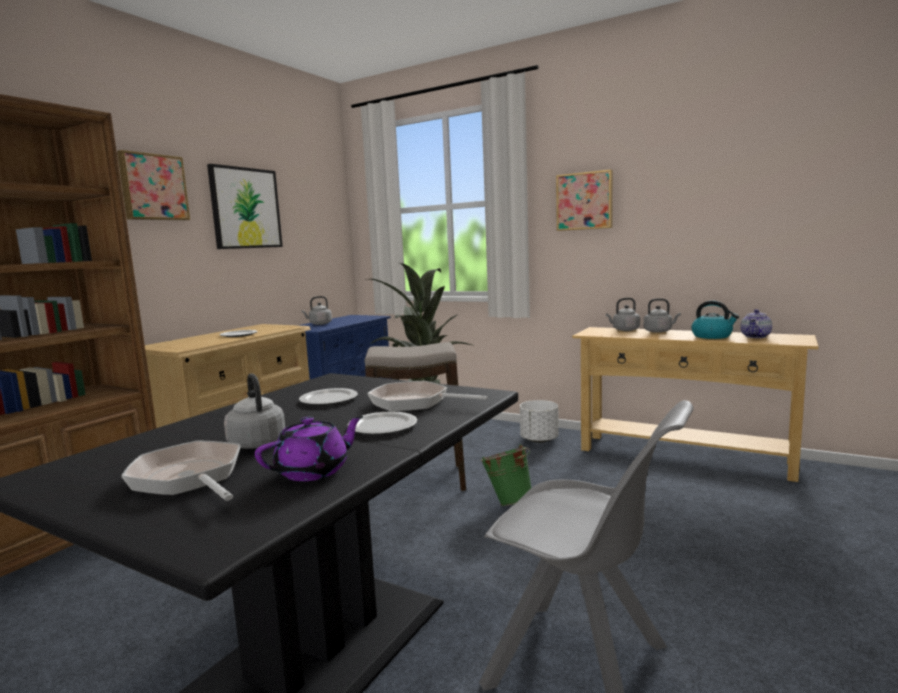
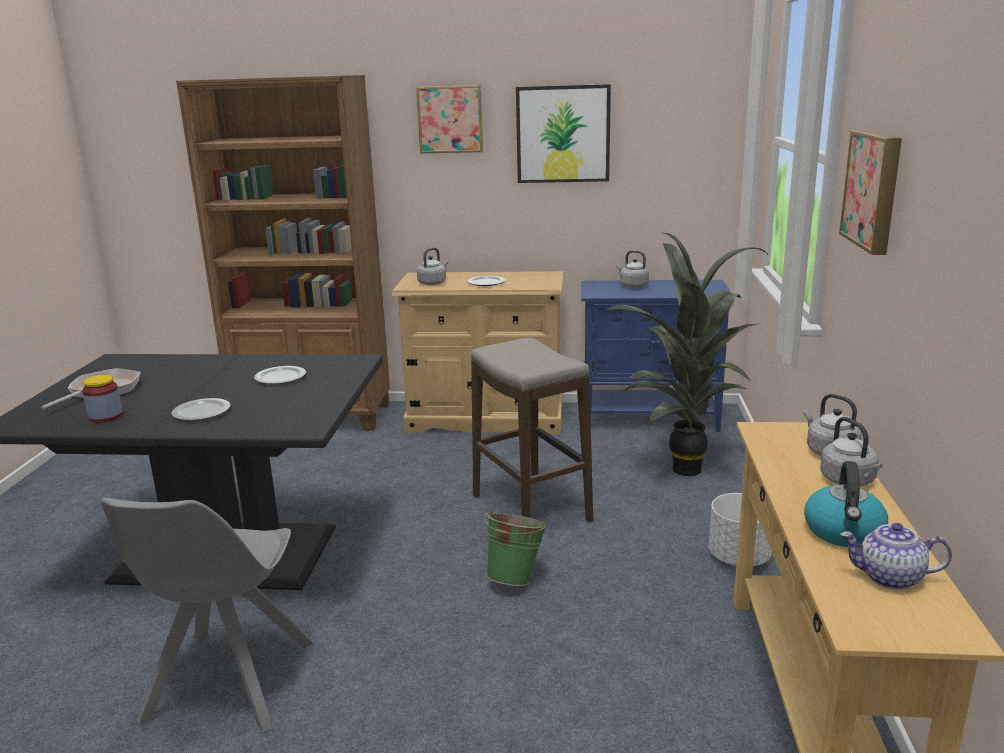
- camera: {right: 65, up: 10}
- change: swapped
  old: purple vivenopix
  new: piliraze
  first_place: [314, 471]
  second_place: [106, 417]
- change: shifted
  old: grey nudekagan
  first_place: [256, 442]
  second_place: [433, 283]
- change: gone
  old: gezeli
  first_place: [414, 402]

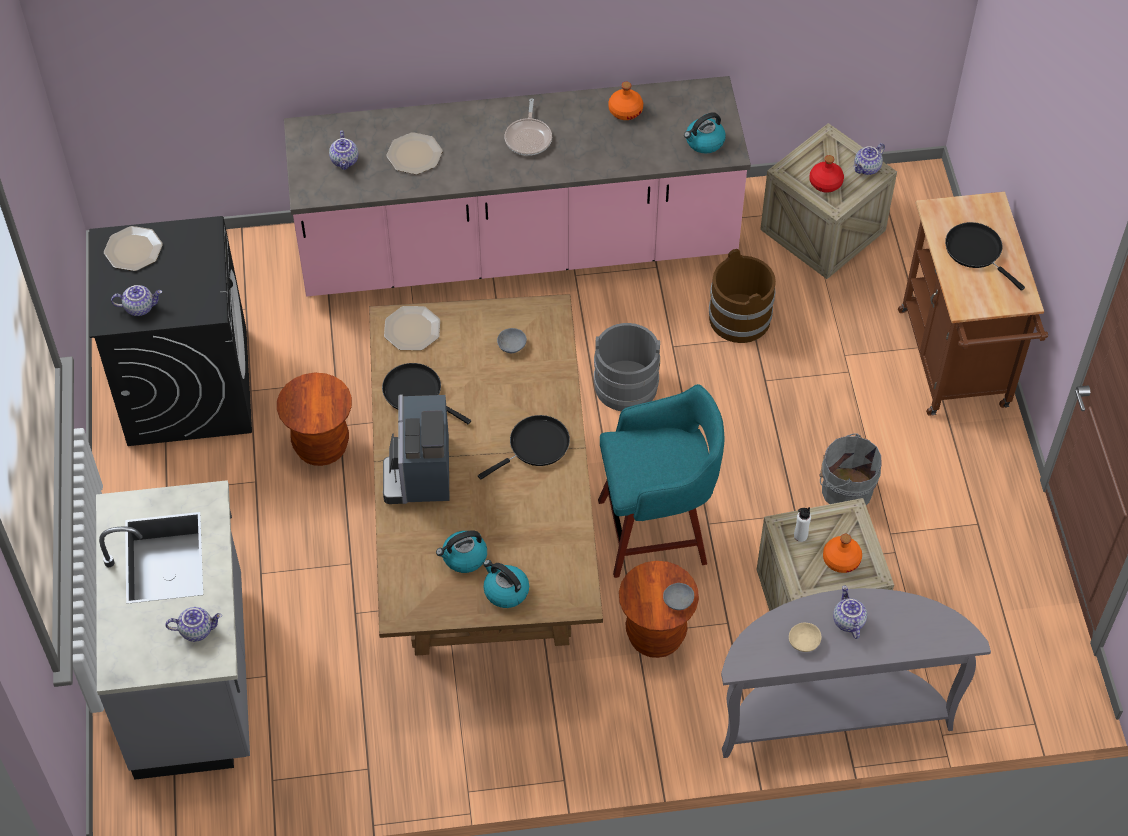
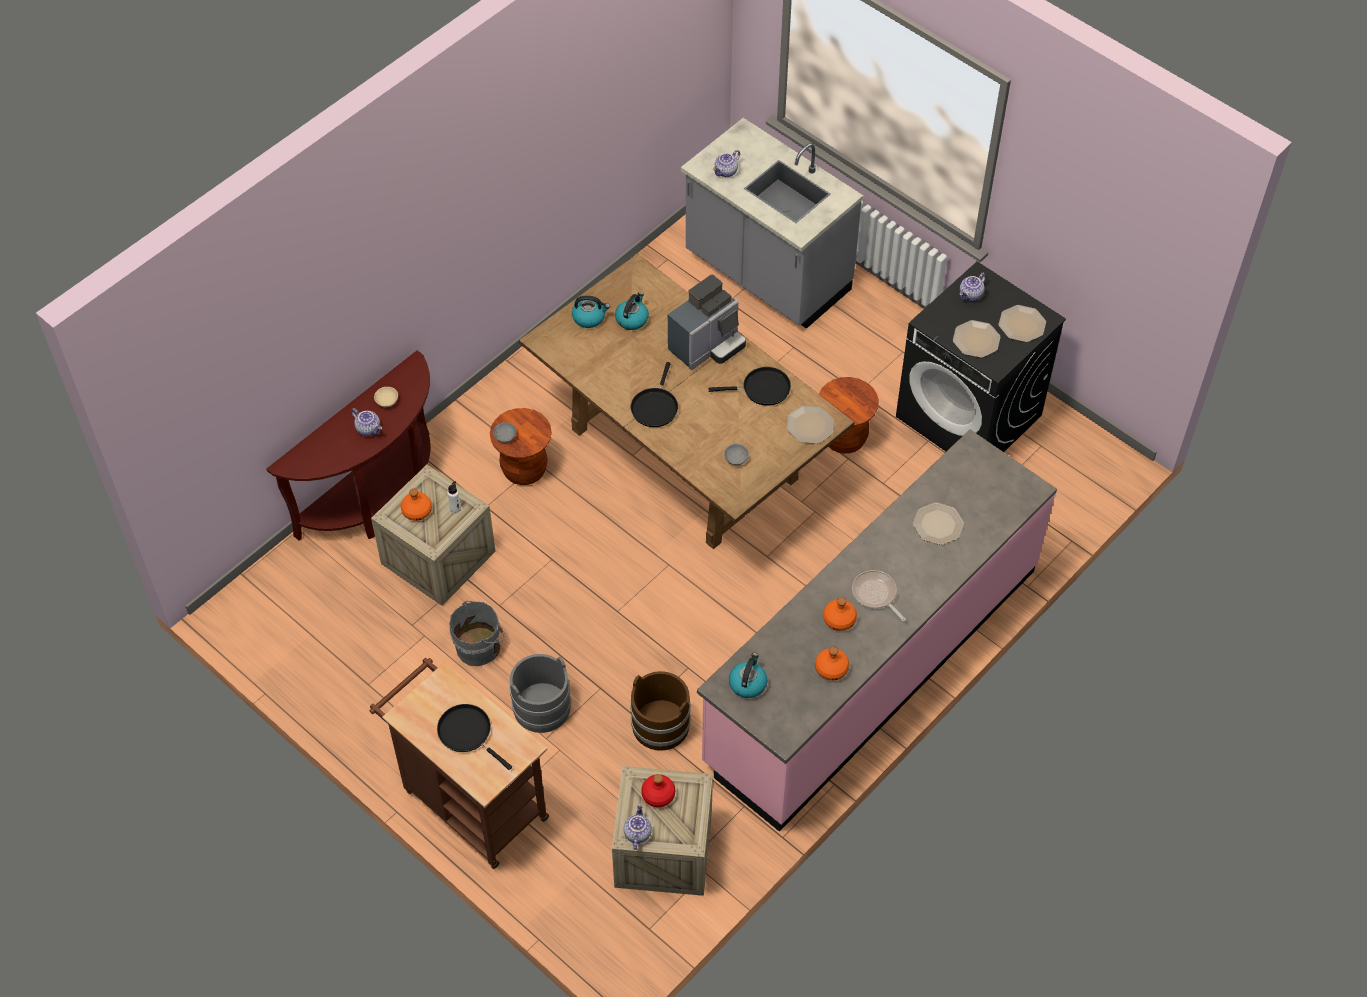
- camera: {right: 140, up: 0}
- change: repainted
  old: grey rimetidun
  new: brown rimetidun
  first_place: [832, 713]
  second_place: [377, 497]
- change: rotated
  old: black gezeli
  first_place: [976, 251]
  second_place: [467, 733]
  degrees: -150
- change: shifted
  old: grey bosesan
  first_place: [625, 386]
  second_place: [542, 707]
- change: rotated
  old: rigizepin
  first_place: [420, 473]
  second_place: [707, 346]
  degrees: 90
- change: new
  new: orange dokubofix
  second_place: [839, 620]
- change: new
  new: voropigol
  second_place: [975, 339]
- change: gone
  old: vivenopix
  first_place: [345, 161]
- change: gone
  old: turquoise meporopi
  first_place: [656, 531]

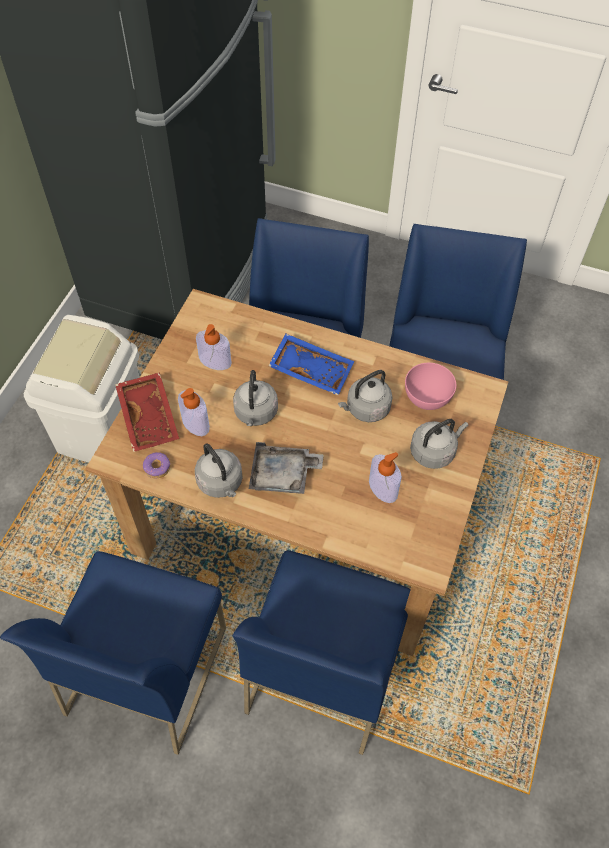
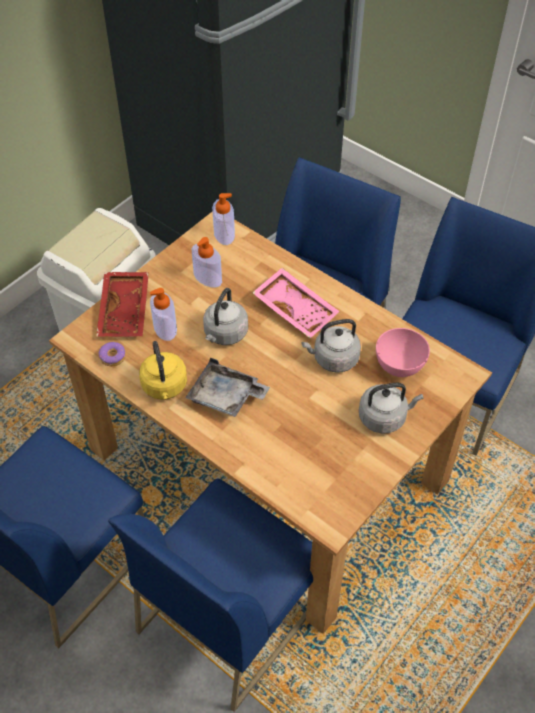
- camera: {right: 20, up: -5}
- change: repainted
  old: grey nudekagan
  new: yellow nudekagan
  first_place: [221, 483]
  second_place: [165, 387]
- change: shifted
  old: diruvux
  first_place: [383, 488]
  second_place: [224, 234]
- change: repainted
  old: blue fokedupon
  new: pink fokedupon
  first_place: [312, 369]
  second_place: [296, 309]

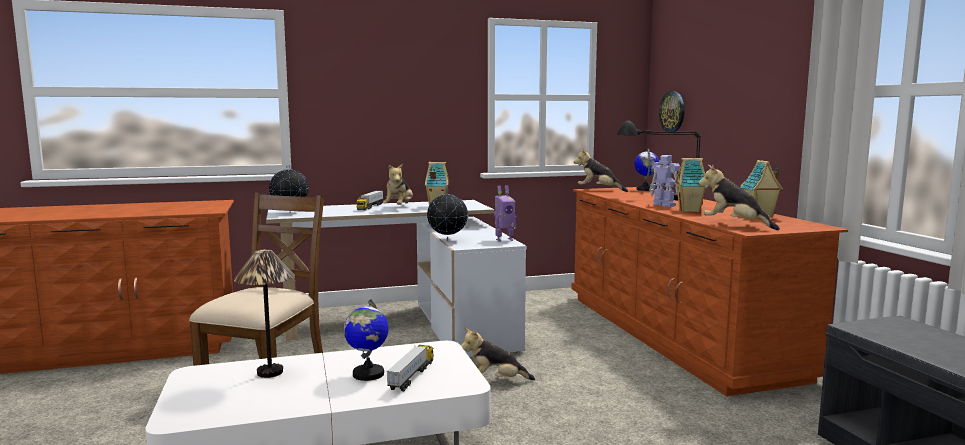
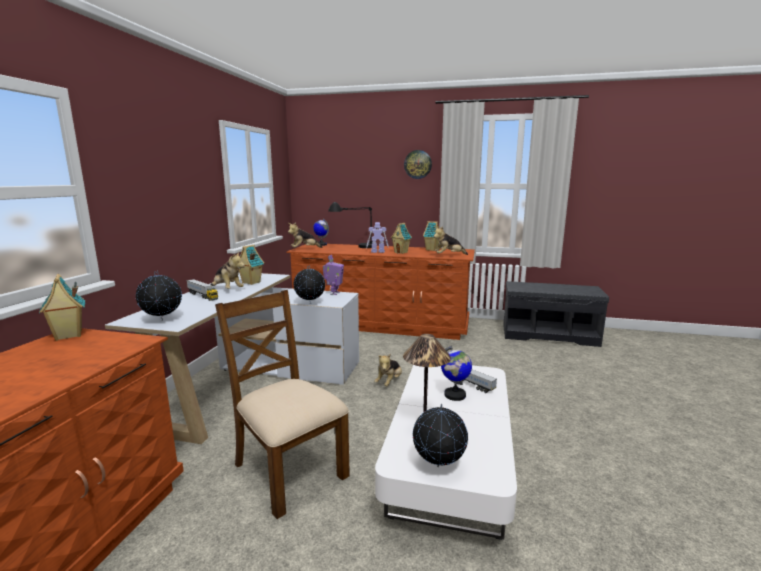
- camera: {right: -60, up: 5}
- change: new
  new: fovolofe
  second_place: [68, 336]
- change: shifted
  old: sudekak
  first_place: [672, 112]
  second_place: [418, 164]
- change: new
  new: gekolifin
  second_place: [439, 466]

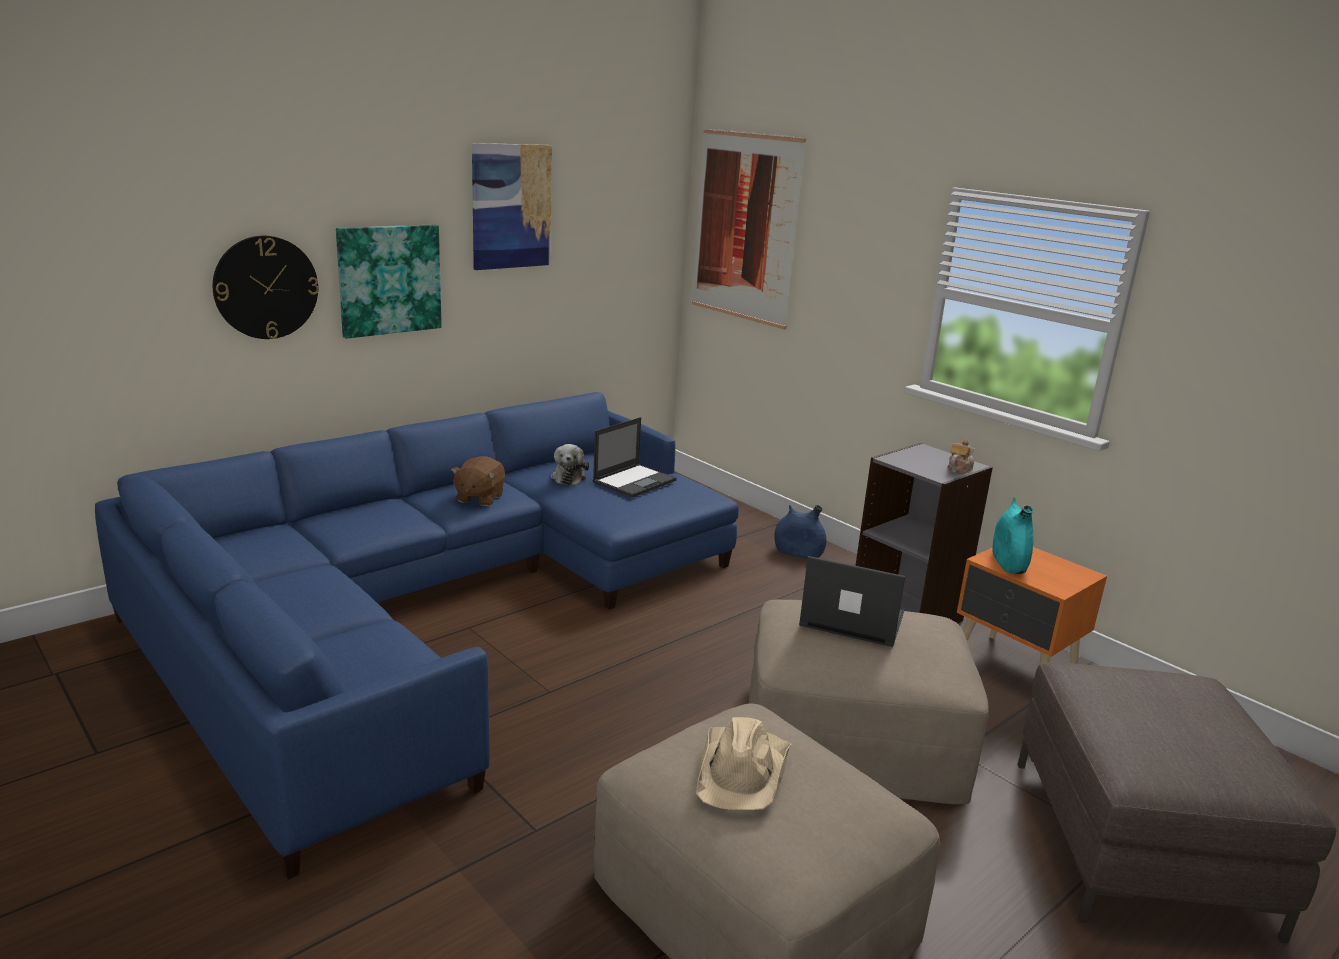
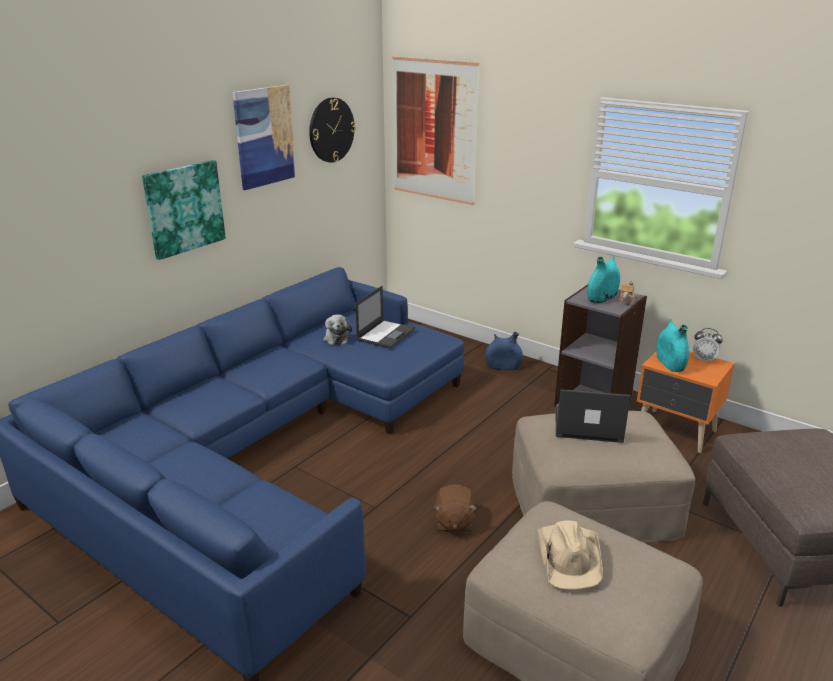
- camera: {right: -10, up: 5}
- change: shifted
  old: sudekak
  first_place: [266, 287]
  second_place: [331, 130]
- change: shifted
  old: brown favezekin
  first_place: [479, 498]
  second_place: [453, 522]
- change: new
  new: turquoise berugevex
  second_place: [602, 298]
- change: new
  new: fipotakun
  second_place: [704, 360]

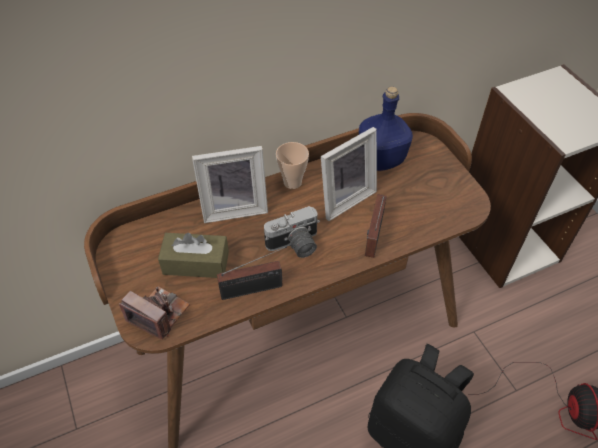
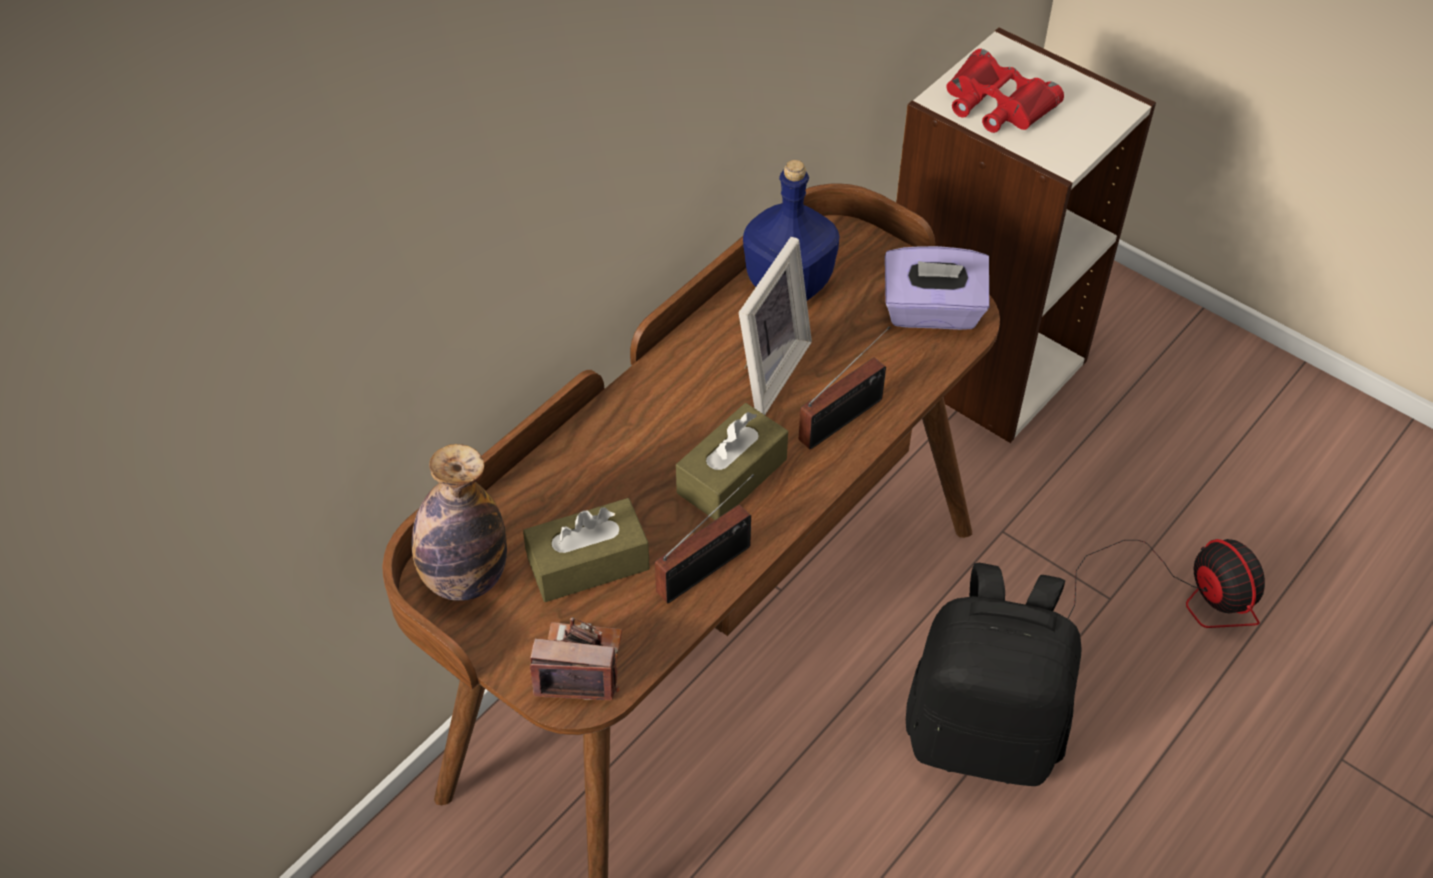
- camera: {right: -25, up: 0}
- change: new
  new: dokubofix
  second_place: [465, 578]
- change: swapped
  old: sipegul
  new: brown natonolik
  first_place: [295, 246]
  second_place: [732, 476]
- change: rotated
  old: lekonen
  first_place: [373, 237]
  second_place: [845, 417]
  degrees: -120
- change: new
  new: purple natonolik
  second_place: [932, 312]
- change: new
  new: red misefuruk
  second_place: [996, 104]
- change: gone
  old: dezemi
  first_place: [234, 207]
- change: gone
  old: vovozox
  first_place: [292, 182]

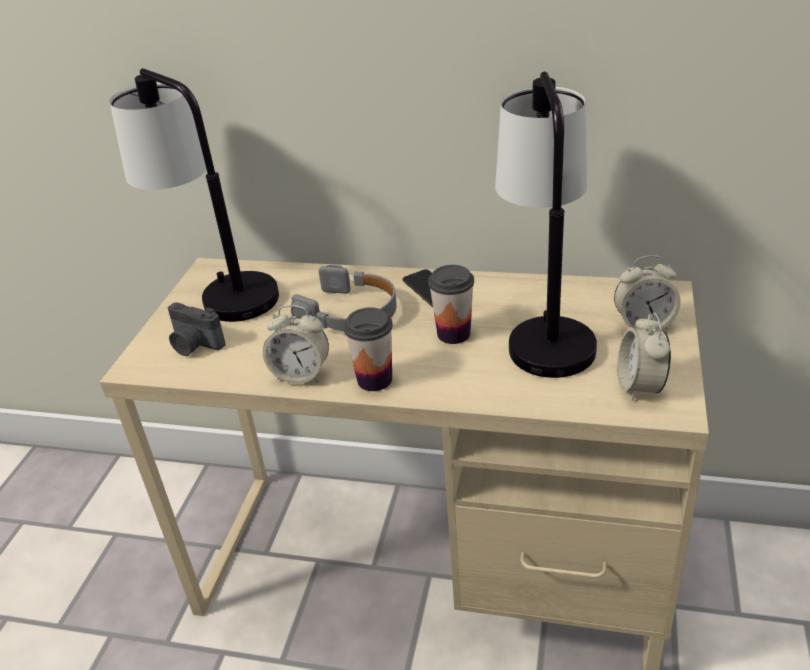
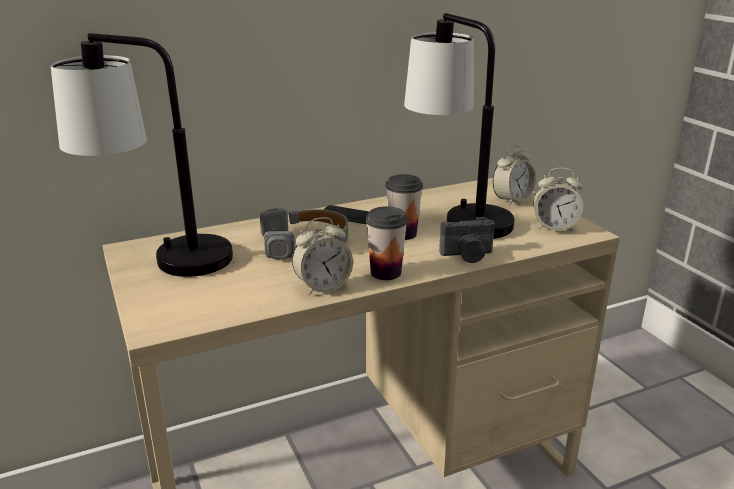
- camera: {right: -40, up: -10}
- change: shifted
  old: sipegul
  first_place: [194, 345]
  second_place: [467, 255]
- change: rotated
  old: fipotakun
  first_place: [640, 386]
  second_place: [554, 227]
  degrees: -45

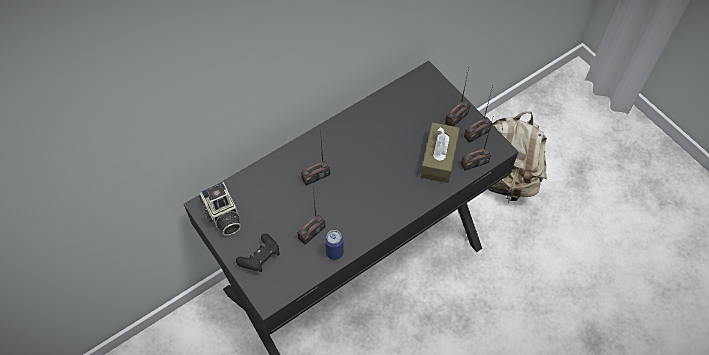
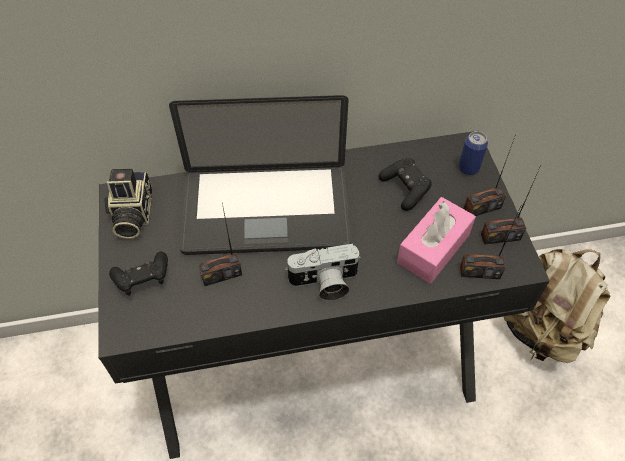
- camera: {right: 25, up: -5}
- change: swapped
  old: lekonen
  new: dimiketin
  first_place: [316, 176]
  second_place: [266, 211]
- change: new
  new: sipegul
  second_place: [324, 283]
- change: new
  new: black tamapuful
  second_place: [405, 189]
- change: repainted
  old: brown natonolik
  new: pink natonolik
  first_place: [439, 158]
  second_place: [433, 248]
- change: shifted
  old: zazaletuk
  first_place: [334, 252]
  second_place: [468, 168]

